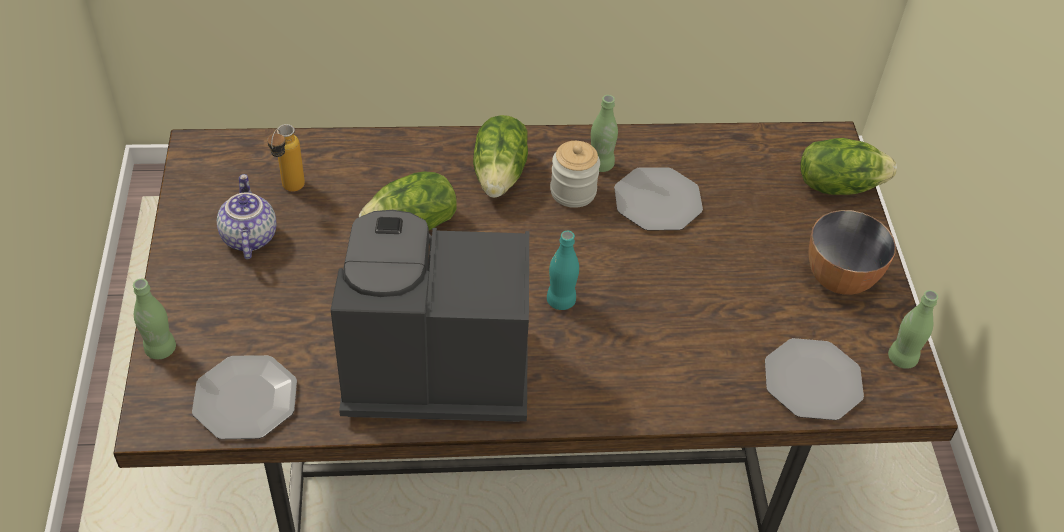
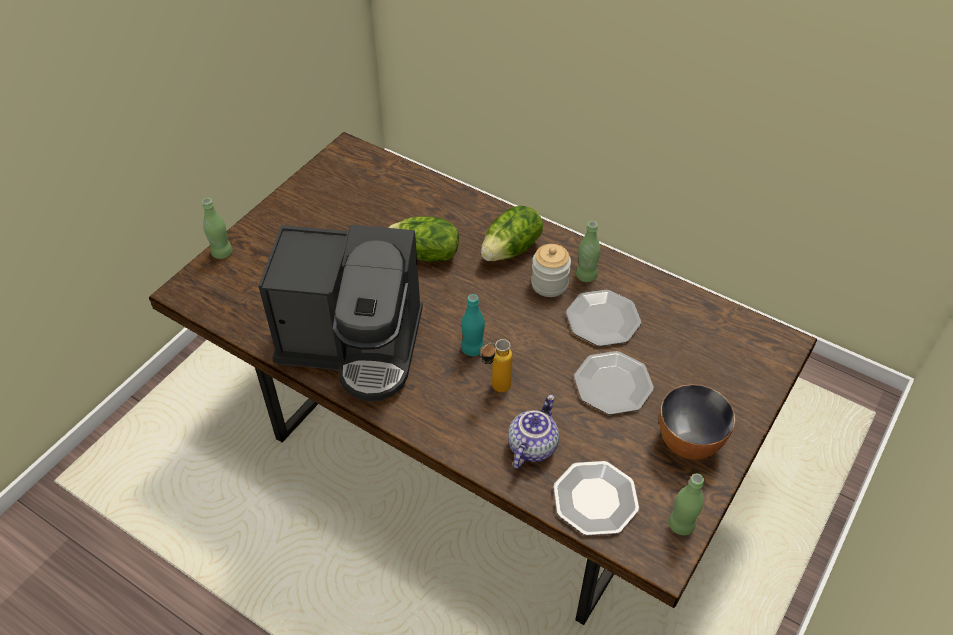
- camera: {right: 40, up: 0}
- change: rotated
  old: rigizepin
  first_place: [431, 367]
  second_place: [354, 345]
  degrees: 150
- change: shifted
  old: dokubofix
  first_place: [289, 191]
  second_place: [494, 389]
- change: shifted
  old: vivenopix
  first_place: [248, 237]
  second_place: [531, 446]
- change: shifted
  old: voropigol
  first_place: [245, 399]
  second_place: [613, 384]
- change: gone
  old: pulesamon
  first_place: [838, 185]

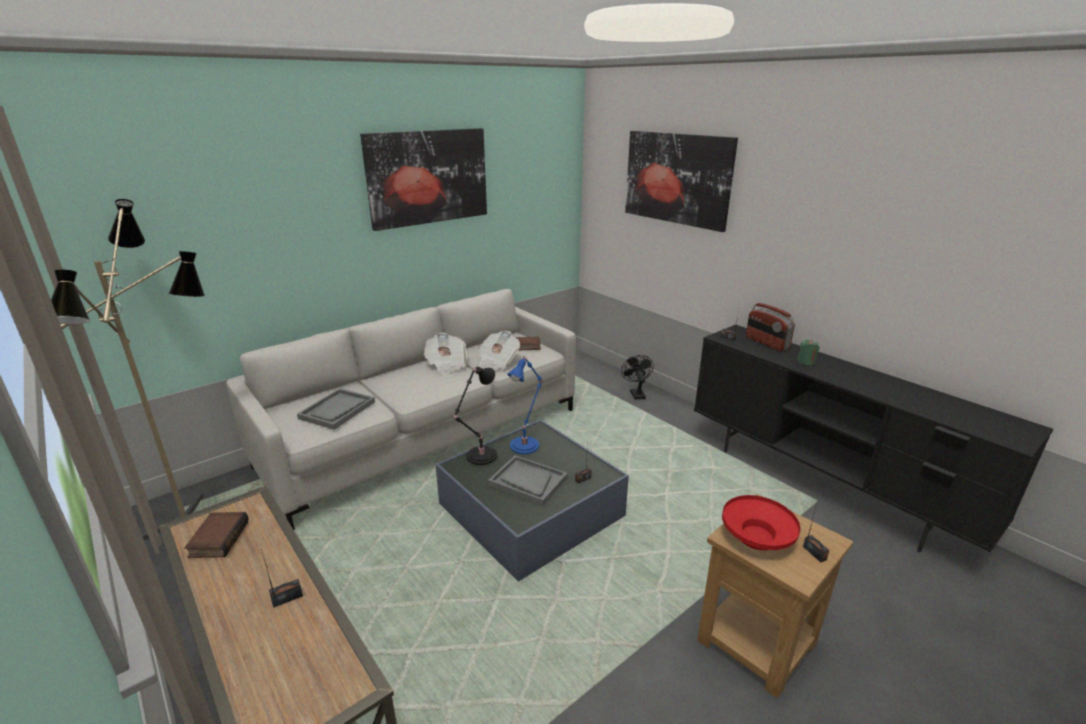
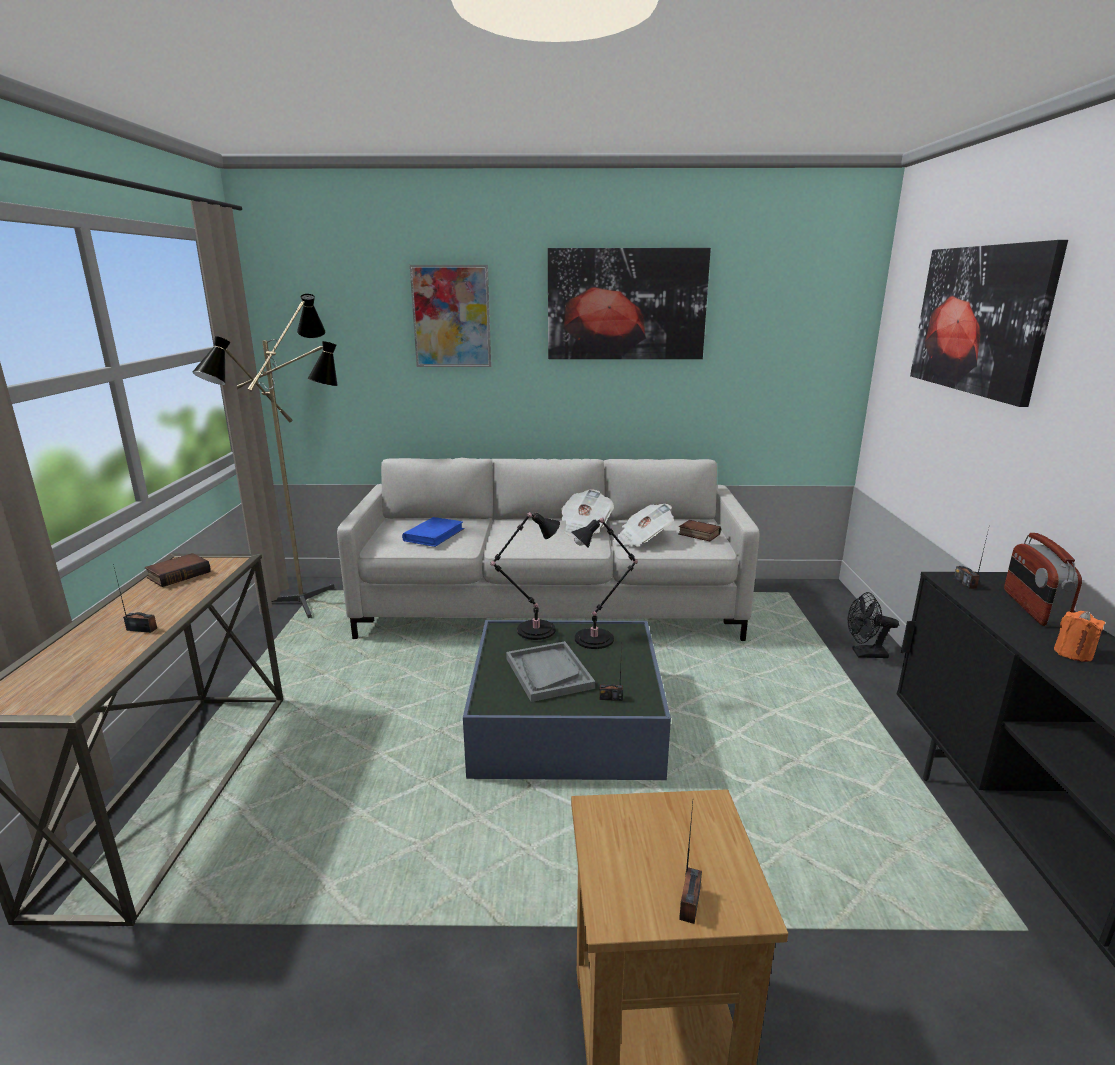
- camera: {right: 40, up: -5}
- change: swapped
  old: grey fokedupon
  new: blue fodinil
  first_place: [337, 410]
  second_place: [434, 535]
- change: new
  new: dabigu
  second_place: [451, 316]
- change: repainted
  old: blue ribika
  new: black ribika
  first_place: [526, 444]
  second_place: [597, 638]
- change: rotated
  old: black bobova
  first_place: [636, 393]
  second_place: [864, 654]
  degrees: -120
- change: repainted
  old: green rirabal
  new: orange rirabal
  first_place: [806, 362]
  second_place: [1073, 653]
- change: gone
  old: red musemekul
  first_place: [757, 537]

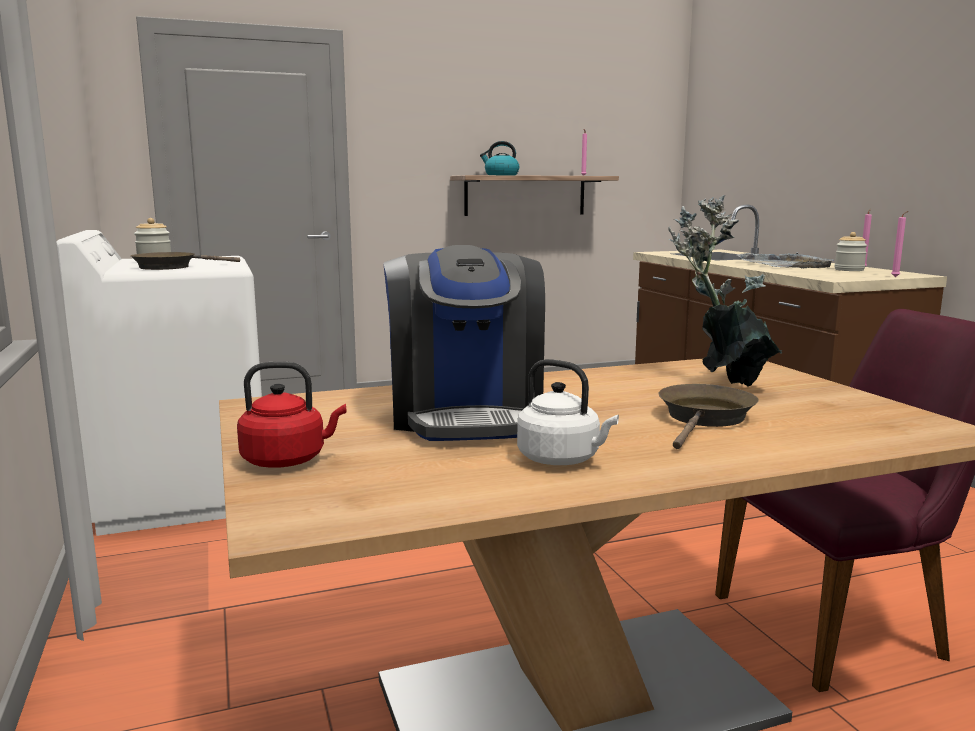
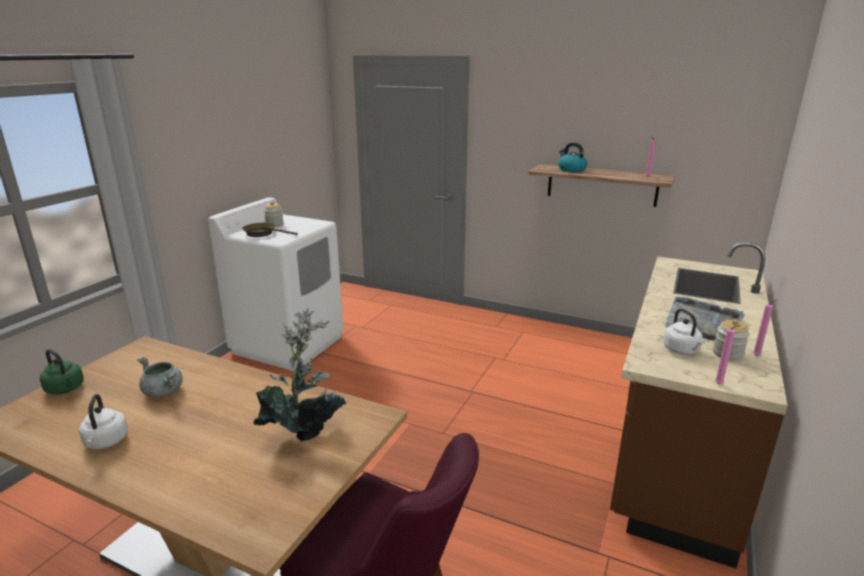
- camera: {right: 45, up: 10}
- change: repainted
  old: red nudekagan
  new: green nudekagan
  first_place: [288, 460]
  second_place: [66, 389]
- change: swapped
  old: rigizepin
  new: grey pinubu
  first_place: [466, 415]
  second_place: [164, 392]
- change: new
  new: white nudekagan
  second_place: [682, 350]
- change: gone
  old: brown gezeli
  first_place: [705, 419]

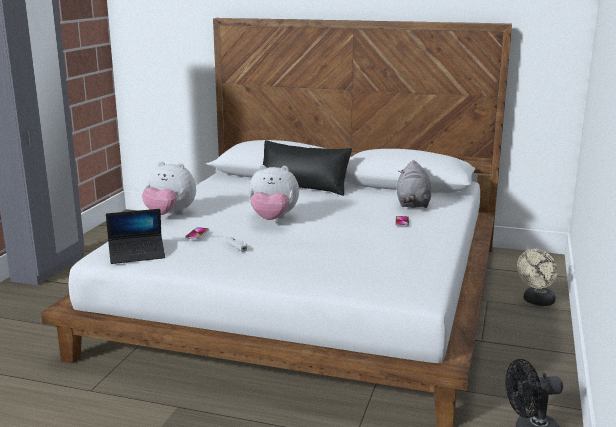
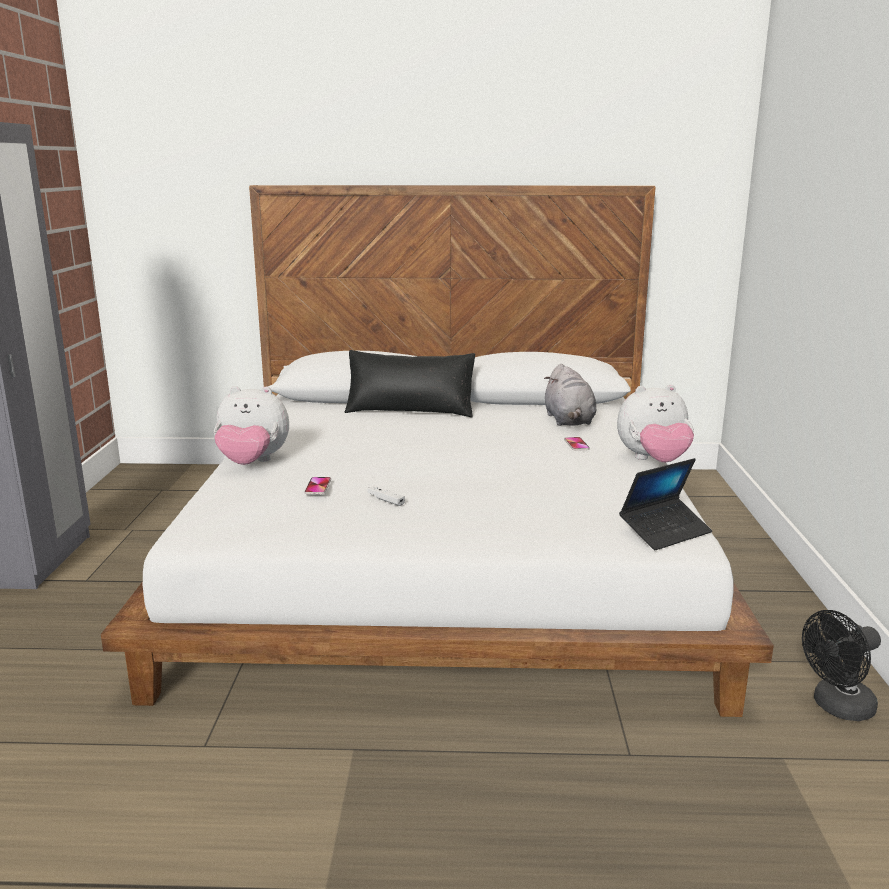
- camera: {right: -15, up: 0}
- change: shifted
  old: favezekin
  first_place: [273, 219]
  second_place: [653, 461]
- change: shifted
  old: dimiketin
  first_place: [137, 255]
  second_place: [665, 531]
- change: gone
  old: beige bobova
  first_place: [536, 302]

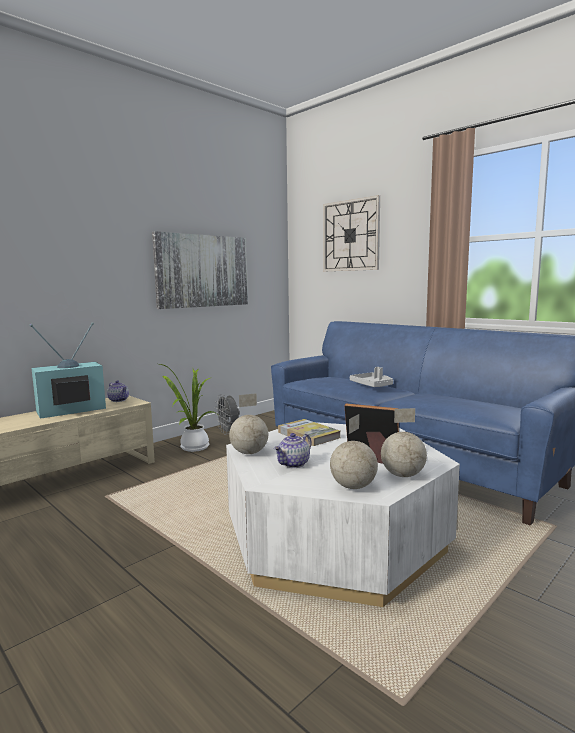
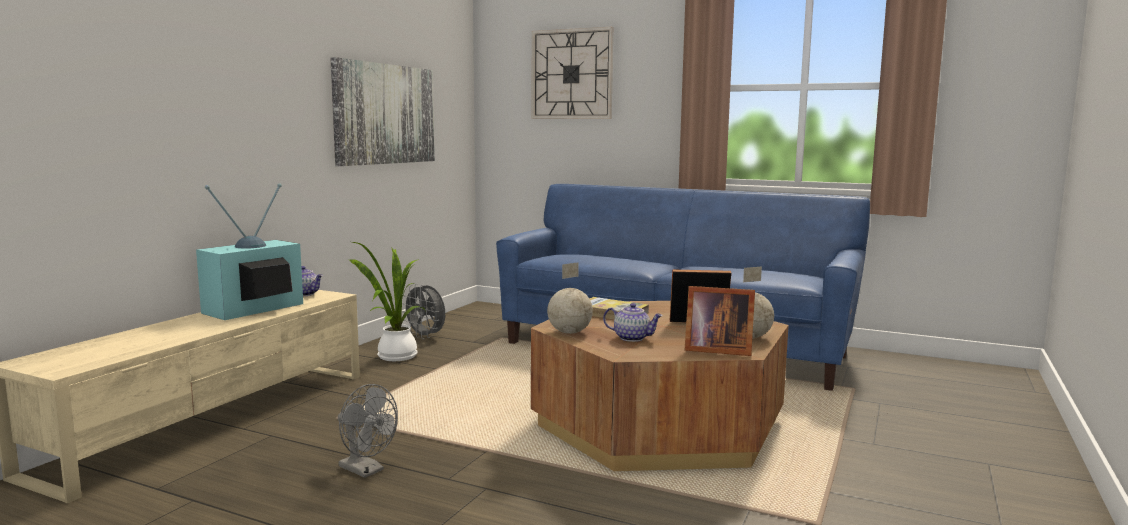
- camera: {right: -20, up: 0}
- change: new
  new: grey bobova
  second_place: [366, 470]
- change: repainted
  old: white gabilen
  new: brown gabilen
  first_place: [335, 539]
  second_place: [658, 424]
- change: rotated
  old: vivenopix
  first_place: [294, 464]
  second_place: [632, 338]
  degrees: -90
- change: swapped
  old: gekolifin
  new: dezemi
  first_place: [354, 487]
  second_place: [715, 349]
- change: gone
  old: grey fokedupon
  first_place: [372, 385]

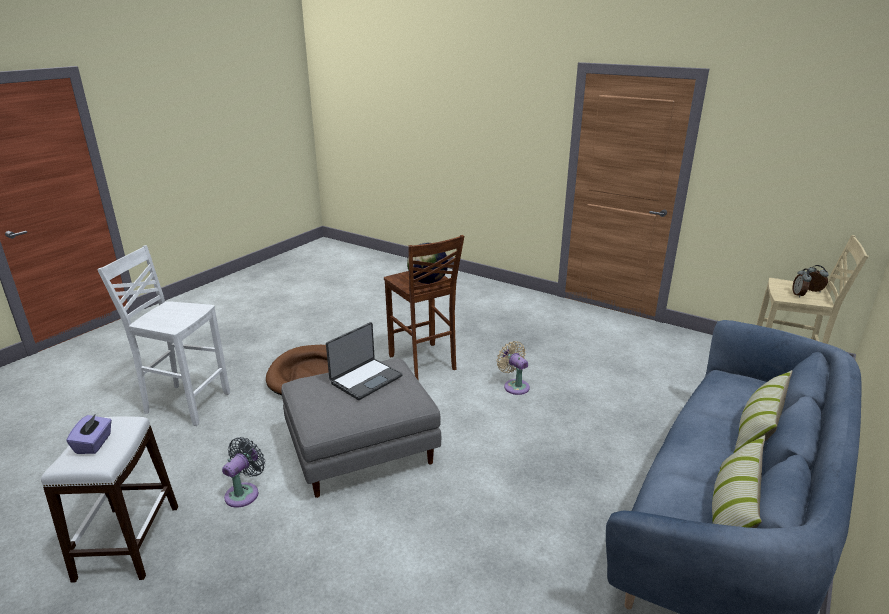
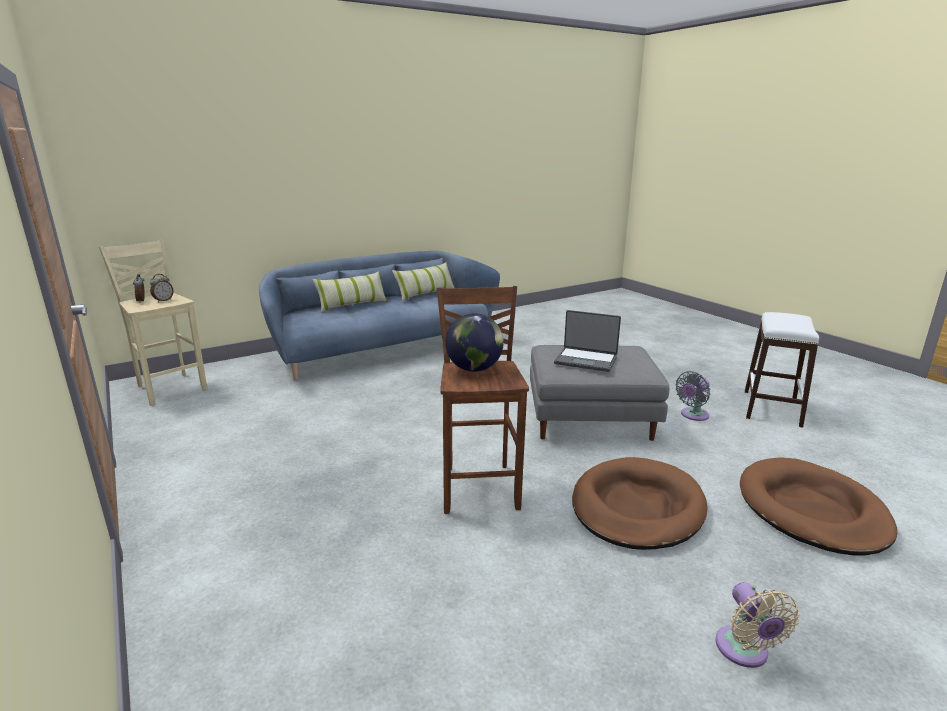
- camera: {right: -155, up: -5}
- change: rotated
  old: dimiketin
  first_place: [365, 379]
  second_place: [586, 360]
  degrees: -135
- change: shifted
  old: beige bobova
  first_place: [514, 386]
  second_place: [744, 652]
- change: swapped
  old: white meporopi
  new: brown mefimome
  first_place: [186, 403]
  second_place: [811, 510]
- change: gone
  old: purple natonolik
  first_place: [94, 444]

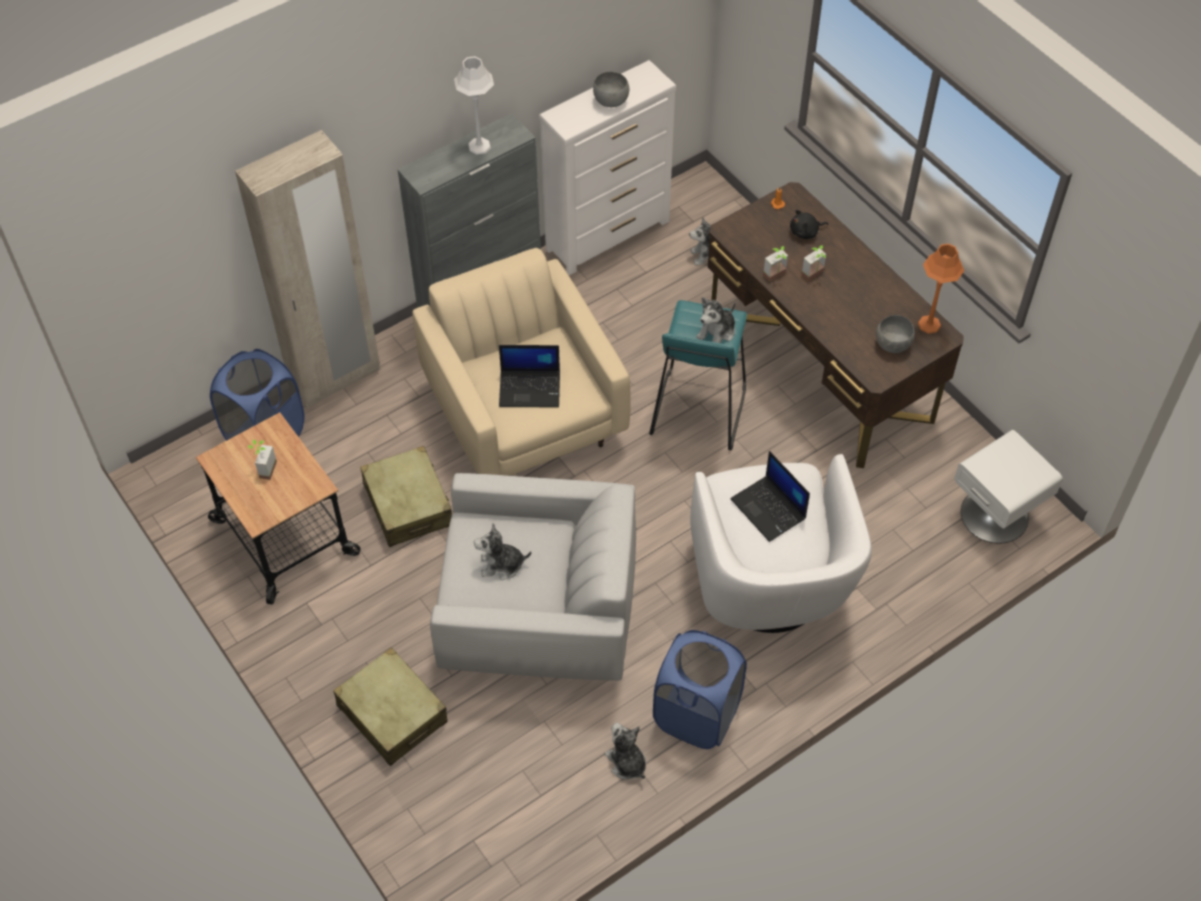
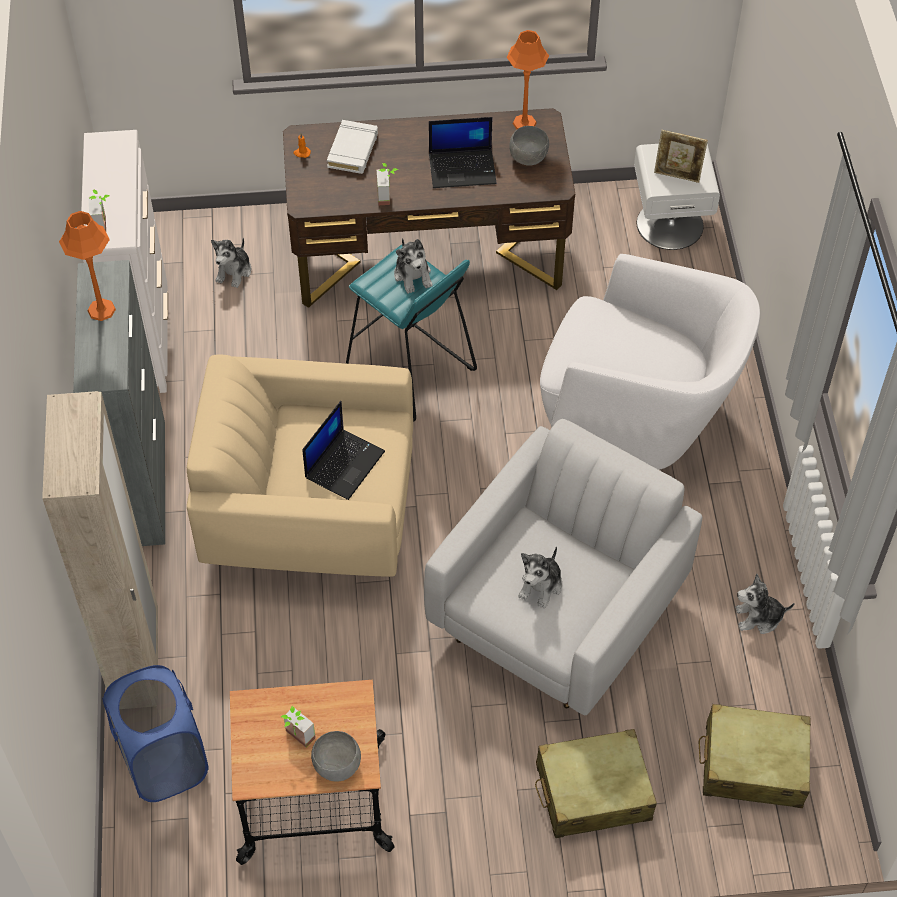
- camera: {right: -60, up: 0}
- change: repainted
  old: white ribika
  new: orange ribika
  first_place: [479, 146]
  second_place: [101, 310]
- change: shifted
  old: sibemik
  first_place: [815, 275]
  second_place: [105, 224]
- change: shifted
  old: grey musemekul
  first_place: [610, 101]
  second_place: [336, 766]
- change: swapped
  old: black favezekin
  new: white fodinil
  first_place: [805, 232]
  second_place: [353, 150]
- change: shifted
  old: dimiketin
  first_place: [769, 509]
  second_place: [463, 168]
- change: new
  new: dezemi
  second_place: [677, 176]
- change: shifted
  old: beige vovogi
  first_place: [408, 505]
  second_place: [753, 765]
- change: gone
  old: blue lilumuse
  first_place: [697, 715]

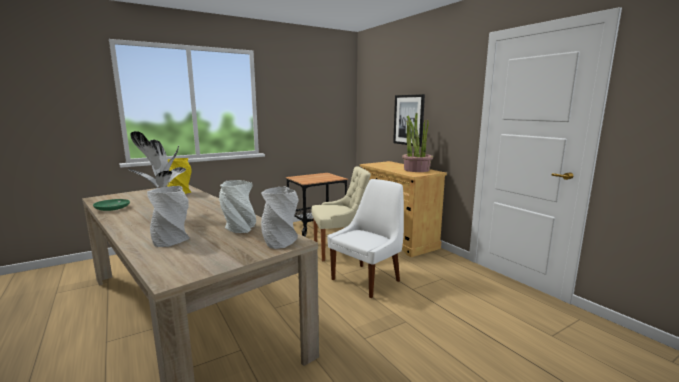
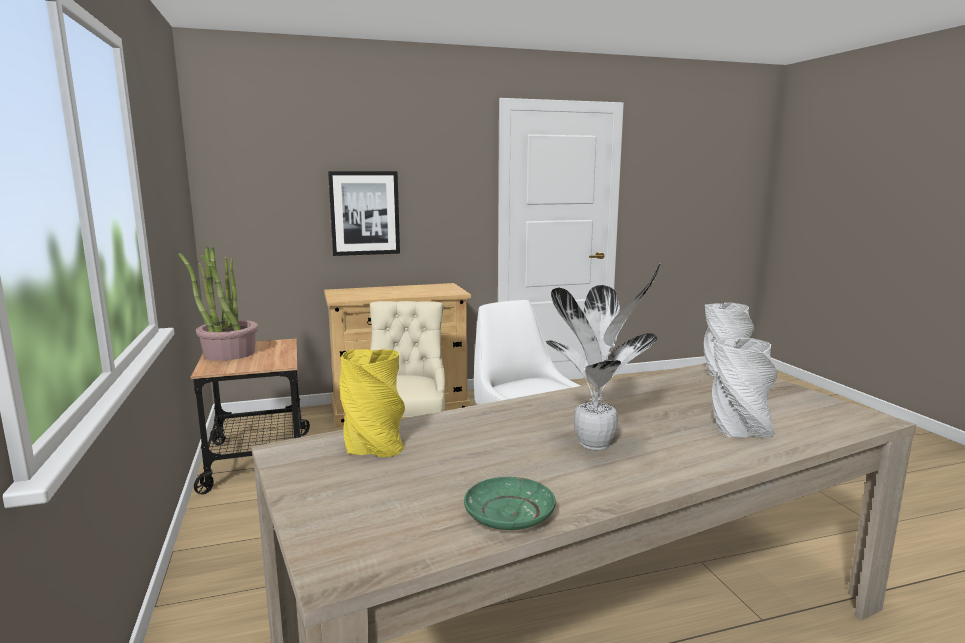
- camera: {right: -75, up: 0}
- change: shifted
  old: sibemik
  first_place: [416, 170]
  second_place: [229, 353]
- change: gone
  old: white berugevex
  first_place: [239, 229]

